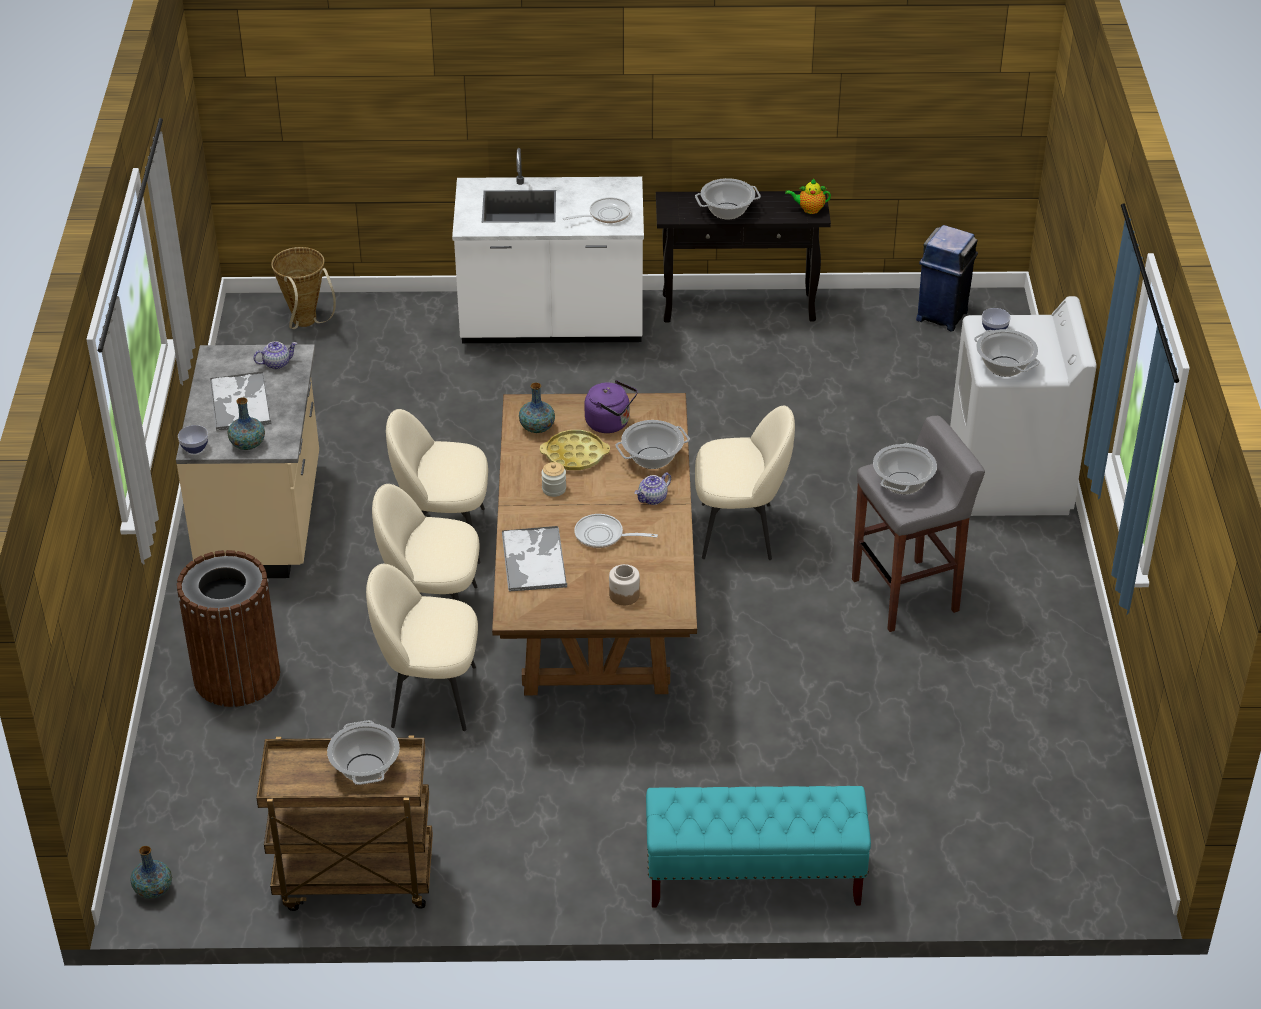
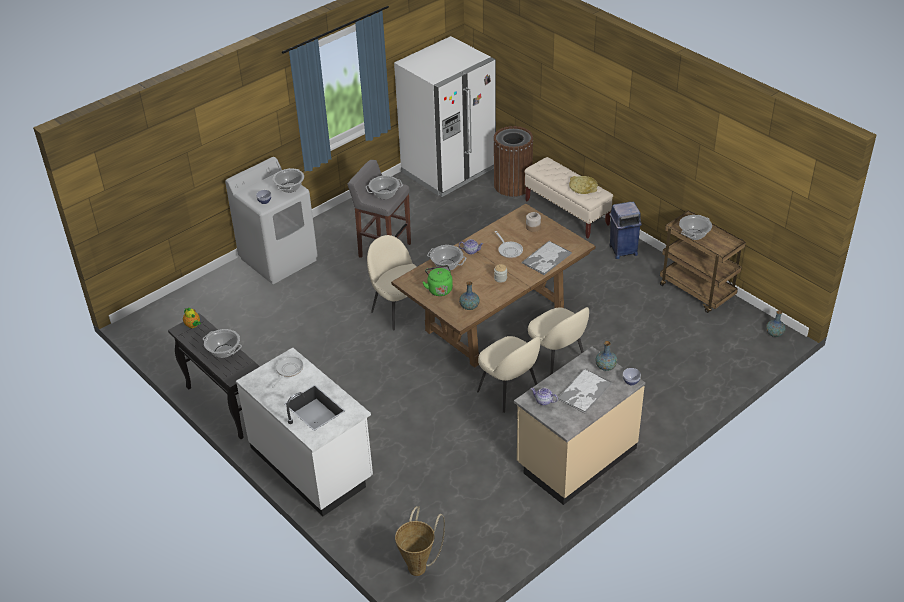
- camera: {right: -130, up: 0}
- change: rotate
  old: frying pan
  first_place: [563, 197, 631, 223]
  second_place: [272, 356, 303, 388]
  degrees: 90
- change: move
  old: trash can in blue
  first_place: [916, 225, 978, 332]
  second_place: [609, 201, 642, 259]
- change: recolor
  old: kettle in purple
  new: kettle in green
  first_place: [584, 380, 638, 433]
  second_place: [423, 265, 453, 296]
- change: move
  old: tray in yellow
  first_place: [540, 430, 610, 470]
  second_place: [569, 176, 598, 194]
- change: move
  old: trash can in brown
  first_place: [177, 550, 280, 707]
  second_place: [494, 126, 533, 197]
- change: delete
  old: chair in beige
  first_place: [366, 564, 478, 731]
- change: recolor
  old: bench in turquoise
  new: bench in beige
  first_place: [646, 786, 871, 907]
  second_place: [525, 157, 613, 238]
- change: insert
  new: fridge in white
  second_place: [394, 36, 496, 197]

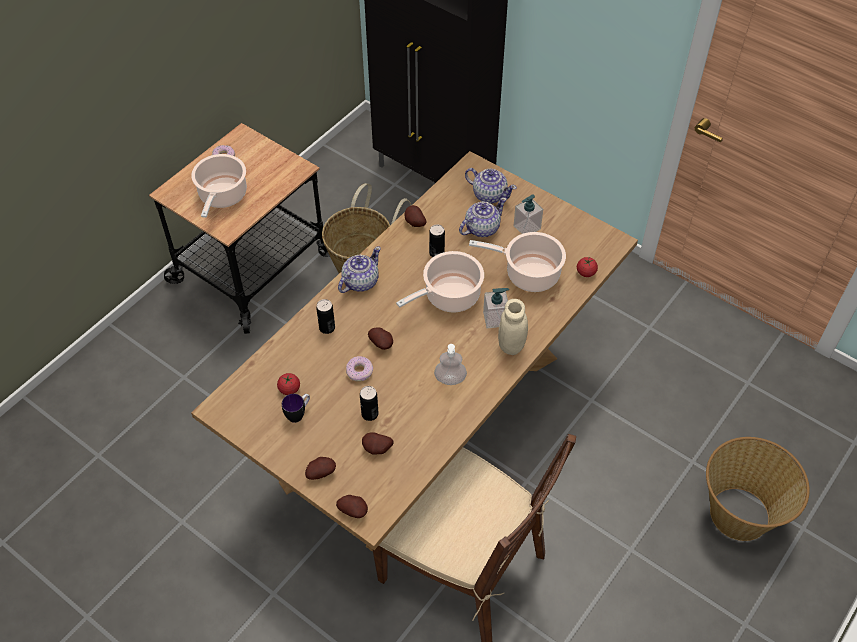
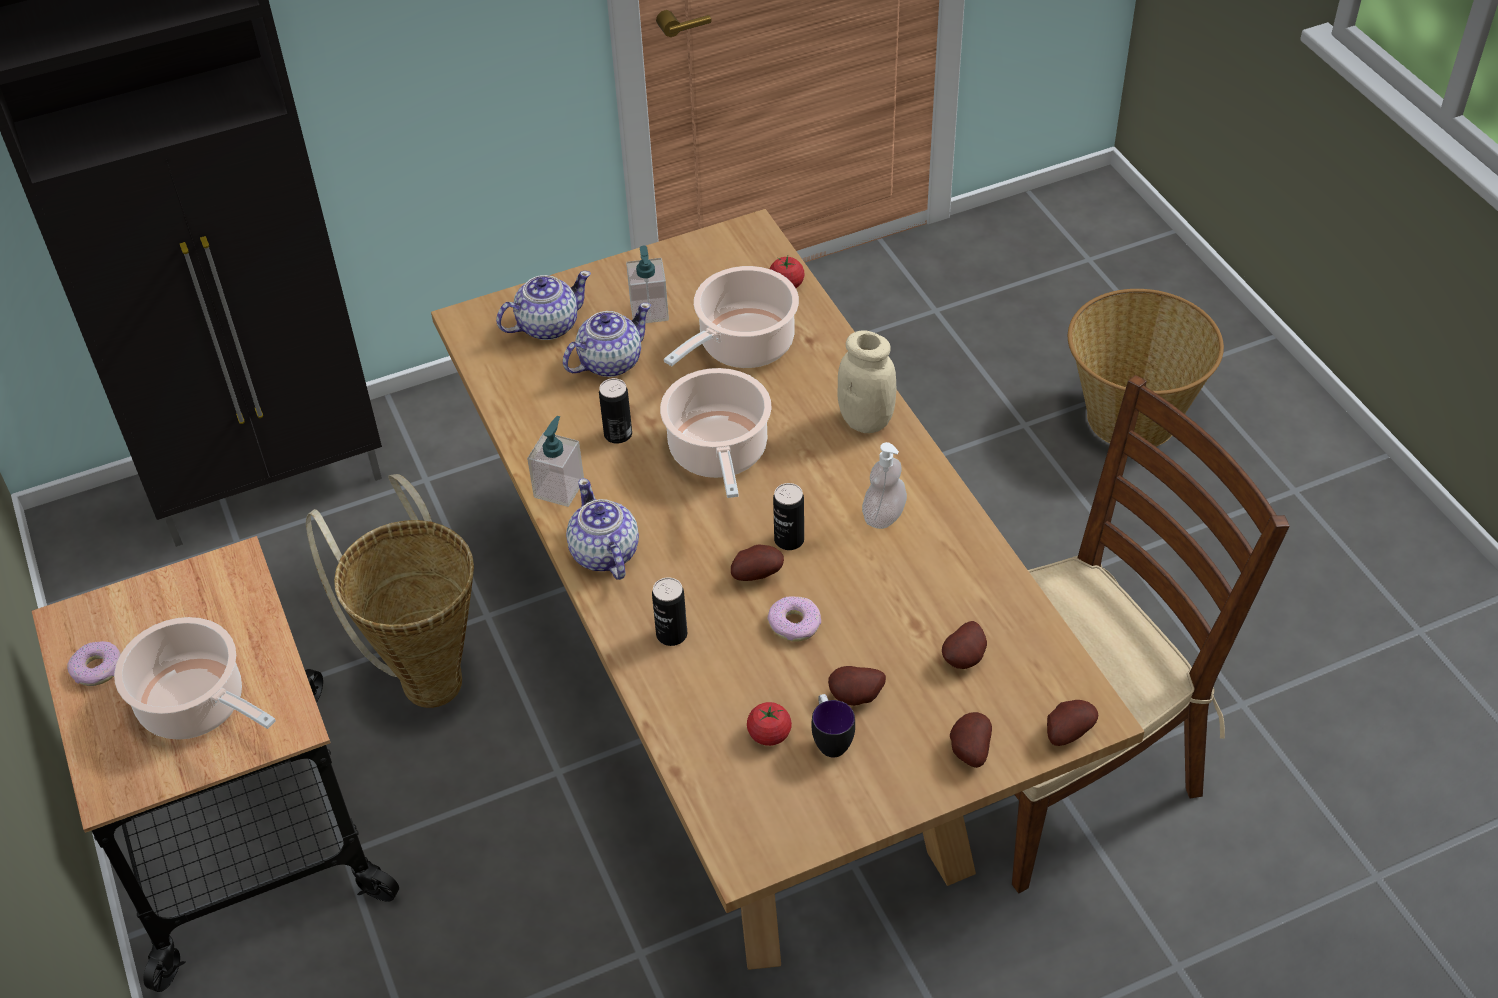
- camera: {right: -60, up: -5}
- change: rotate
  old: teapot
  first_place: [459, 197, 507, 237]
  second_place: [563, 303, 651, 377]
  degrees: 60
- change: move
  old: potato
  first_place: [405, 205, 426, 227]
  second_place: [828, 666, 886, 706]
- change: move
  old: soap dispenser
  first_place: [483, 288, 509, 328]
  second_place: [527, 416, 584, 507]
- change: move
  old: can
  first_place: [360, 386, 379, 421]
  second_place: [773, 483, 804, 550]

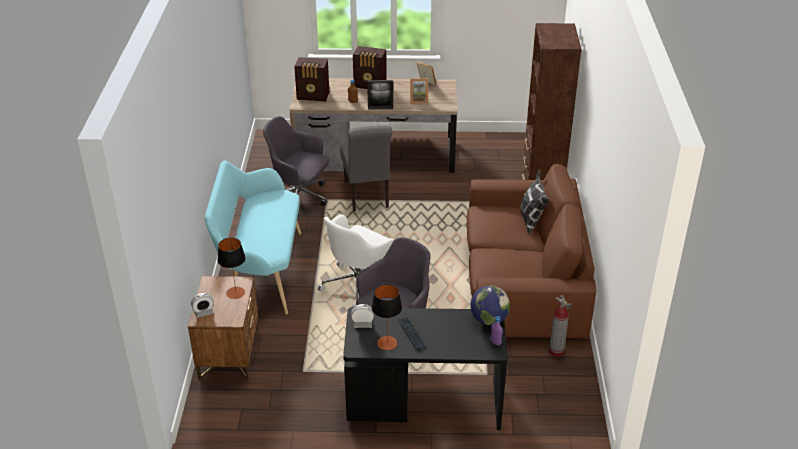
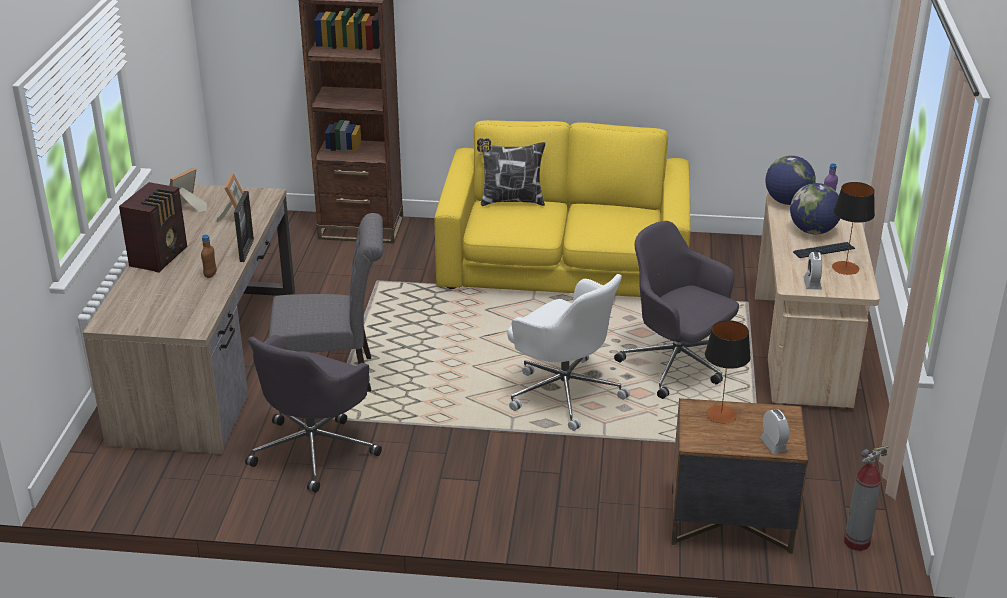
- camera: {right: -85, up: -5}
- change: delete
  old: radio
  first_place: [294, 57, 329, 102]
- change: delete
  old: bench in turquoise
  first_place: [205, 161, 302, 315]
- change: recolor
  old: sofa in brown
  new: sofa in yellow
  first_place: [467, 164, 596, 338]
  second_place: [434, 120, 690, 297]
- change: move
  old: fire extinguisher
  first_place: [549, 295, 572, 357]
  second_place: [844, 445, 888, 551]
- change: recolor
  old: desk in black
  new: desk in beige
  first_place: [343, 307, 508, 430]
  second_place: [755, 193, 880, 409]
- change: insert
  new: globe
  second_place: [790, 183, 840, 234]

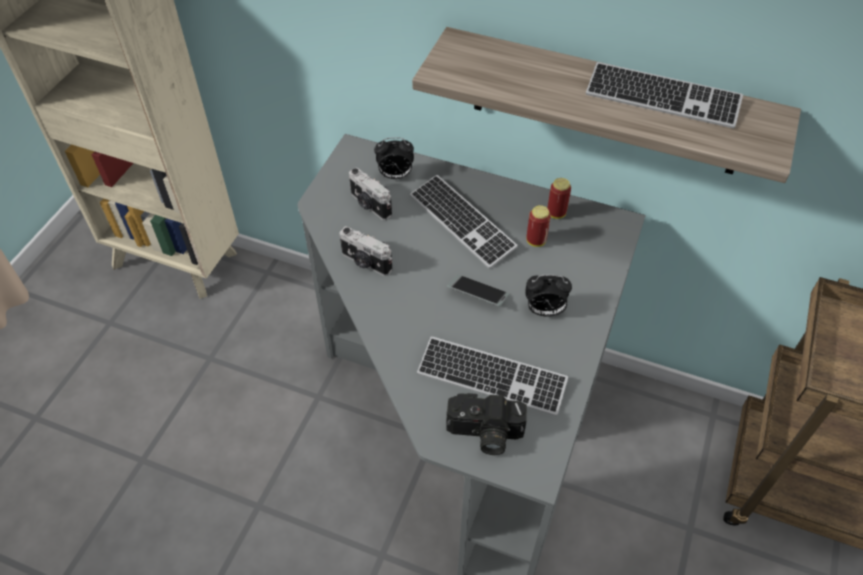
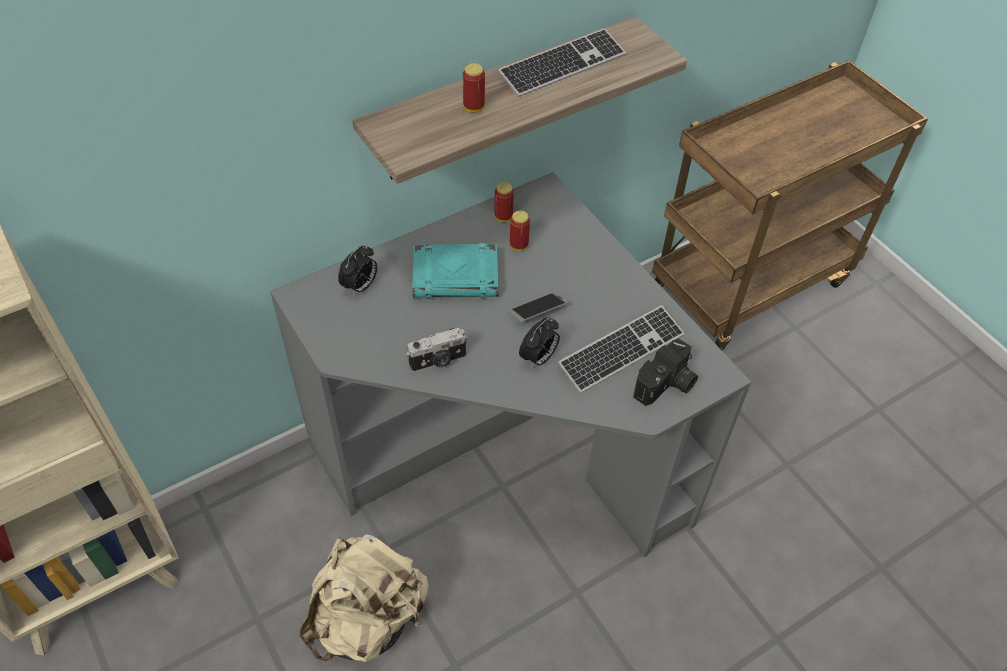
- camera: {right: -55, up: 0}
- change: delete
  old: photo camera
  first_place: [349, 168, 392, 220]
- change: replace
  old: keyboard
  new: book in turquoise
  first_place: [410, 175, 518, 269]
  second_place: [412, 243, 499, 299]
- change: move
  old: alarm clock
  first_place: [525, 275, 572, 316]
  second_place: [519, 318, 560, 368]
- change: insert
  new: can
  second_place: [463, 63, 485, 112]
- change: insert
  new: backpack in beige
  second_place: [300, 534, 429, 662]

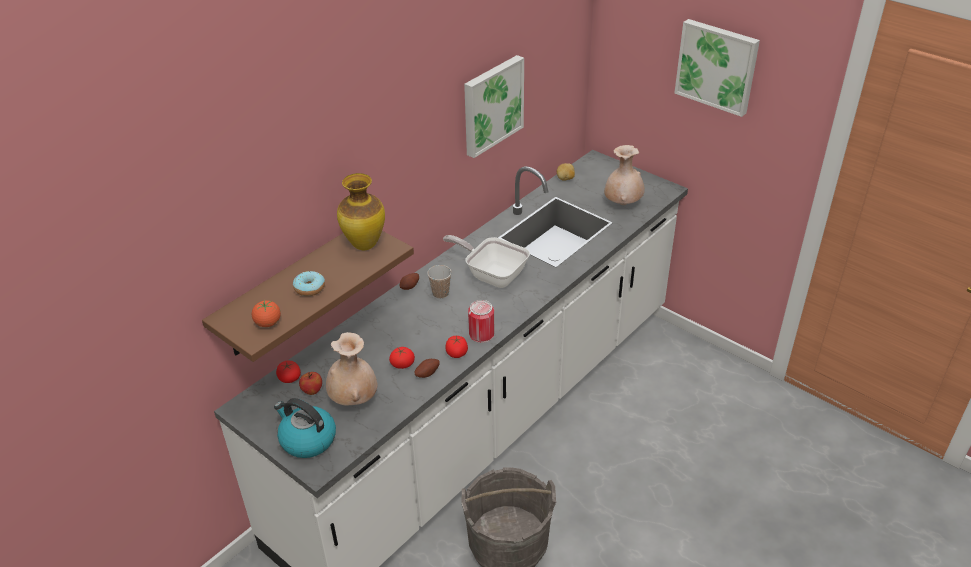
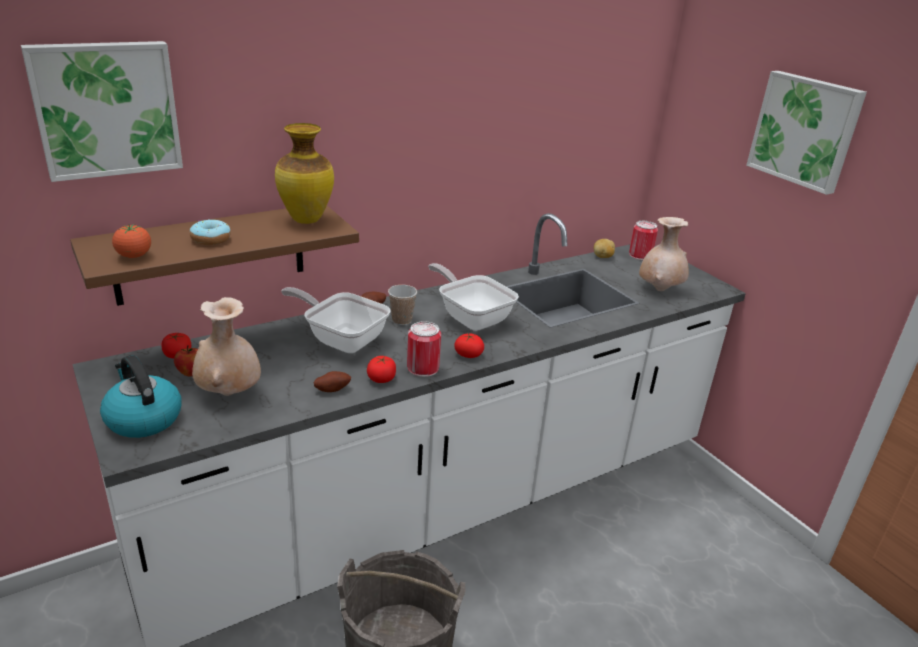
- camera: {right: 15, up: -10}
- change: move
  old: picture
  first_place: [464, 55, 524, 158]
  second_place: [21, 41, 183, 182]
- change: move
  old: tomato
  first_place: [389, 347, 415, 369]
  second_place: [454, 333, 484, 358]
- change: insert
  new: can
  second_place: [629, 221, 658, 260]
- change: insert
  new: frying pan
  second_place: [281, 287, 391, 353]

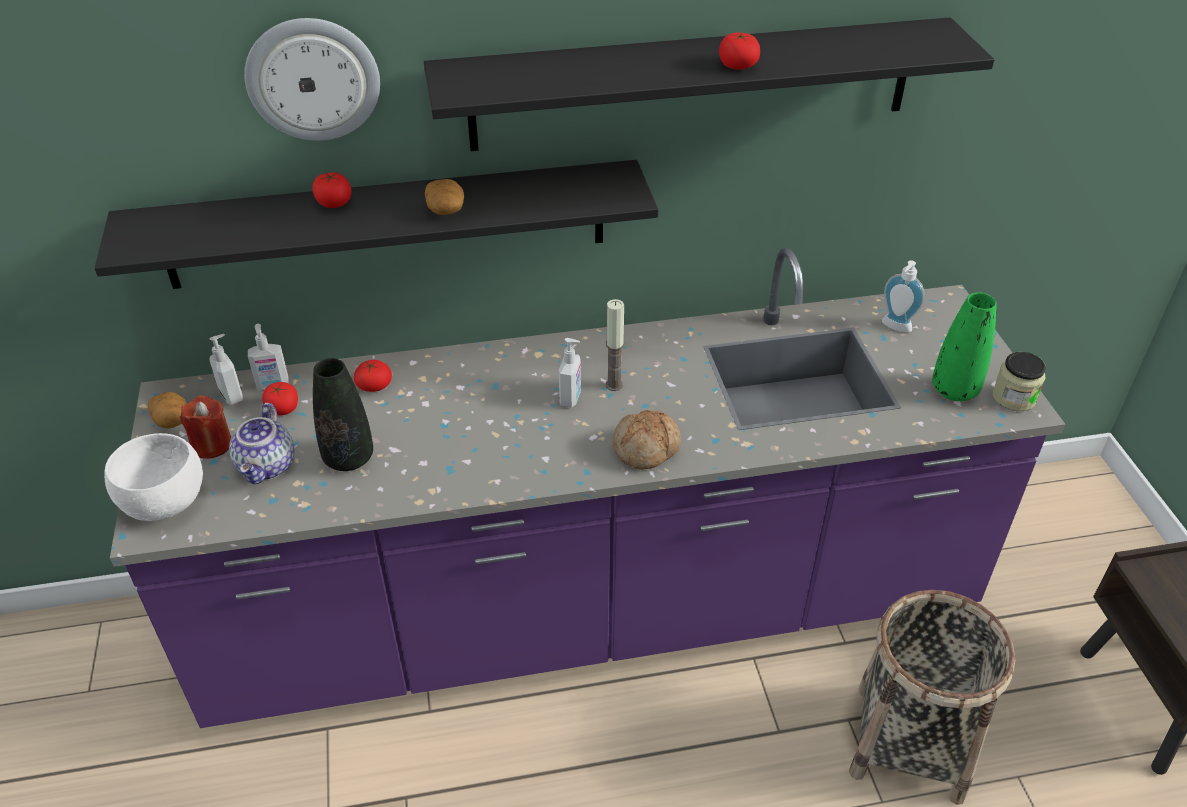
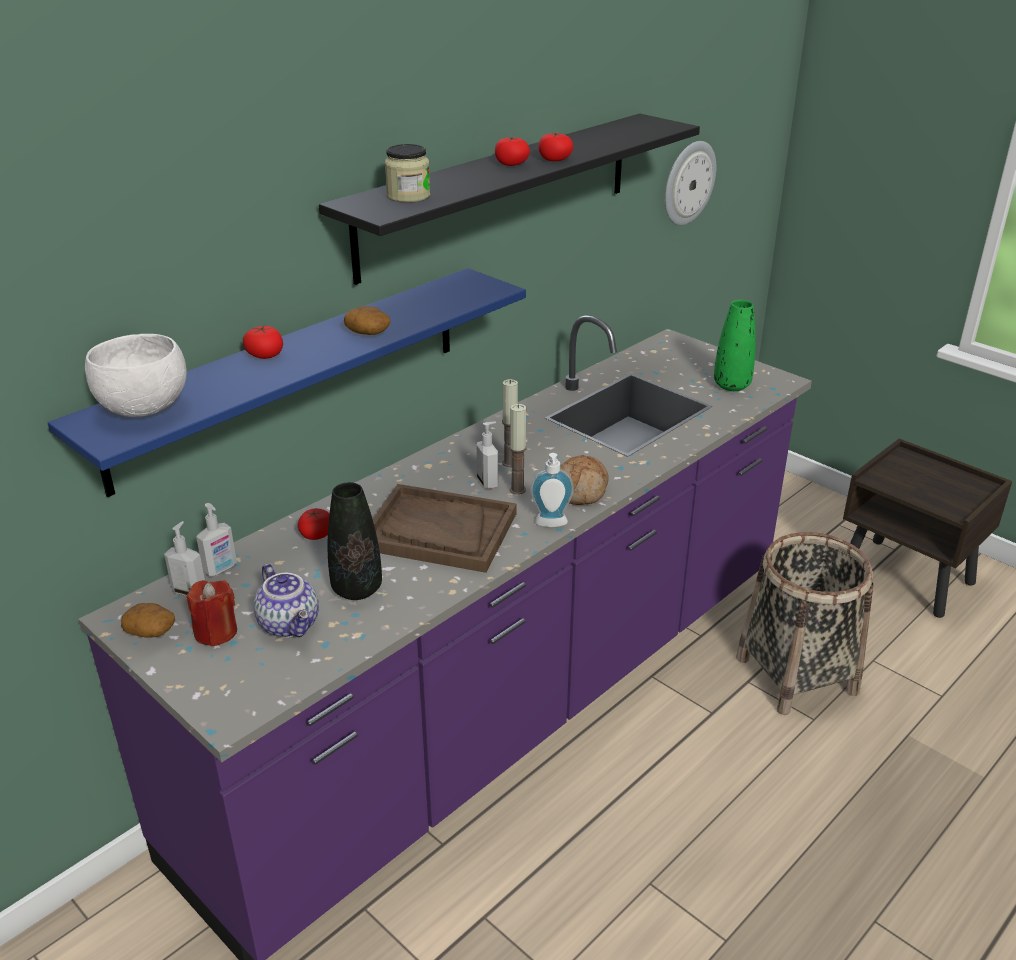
- camera: {right: -35, up: -10}
- change: move
  old: wall clock
  first_place: [244, 18, 380, 141]
  second_place: [665, 141, 716, 226]
- change: recolor
  old: shelf in black
  new: shelf in blue
  first_place: [94, 160, 658, 289]
  second_place: [48, 268, 526, 497]
- change: move
  old: soap dispenser
  first_place: [882, 260, 925, 332]
  second_place: [531, 453, 574, 527]
- change: move
  old: jar
  first_place: [993, 352, 1046, 411]
  second_place: [385, 144, 430, 203]
- change: move
  old: tomato
  first_place: [262, 382, 298, 416]
  second_place: [495, 137, 530, 166]
- change: move
  old: bowl in white
  first_place: [104, 433, 203, 521]
  second_place: [85, 334, 187, 417]
- change: insert
  new: candle
  second_place: [509, 404, 527, 495]
- change: insert
  new: tray in brown
  second_place: [373, 484, 517, 573]

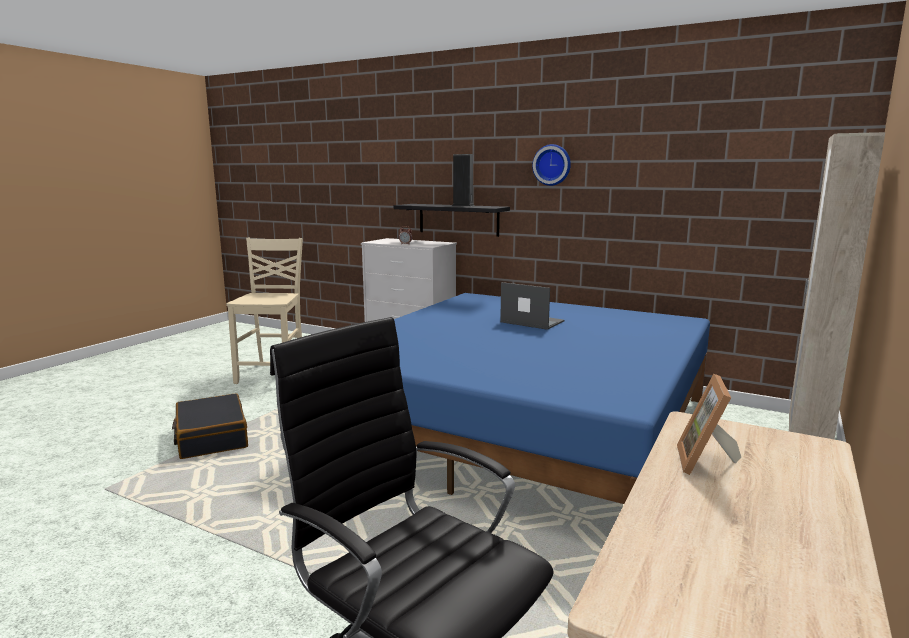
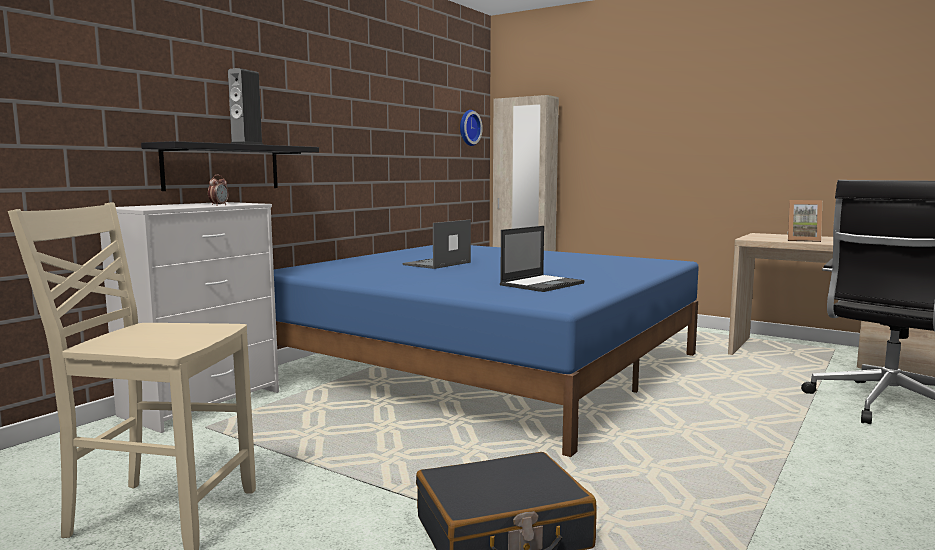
- camera: {right: -85, up: -5}
- change: move
  old: wall clock
  first_place: [532, 144, 571, 186]
  second_place: [460, 110, 483, 146]
- change: insert
  new: laptop
  second_place: [500, 226, 584, 292]

